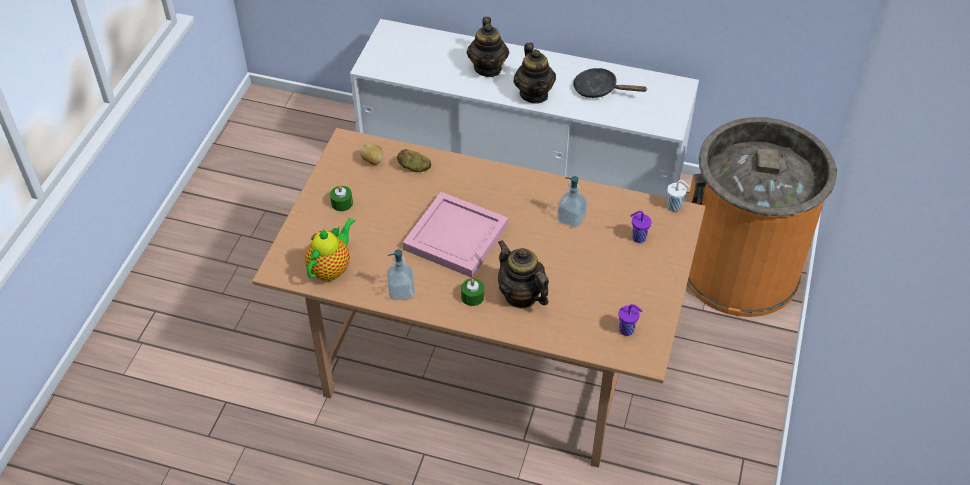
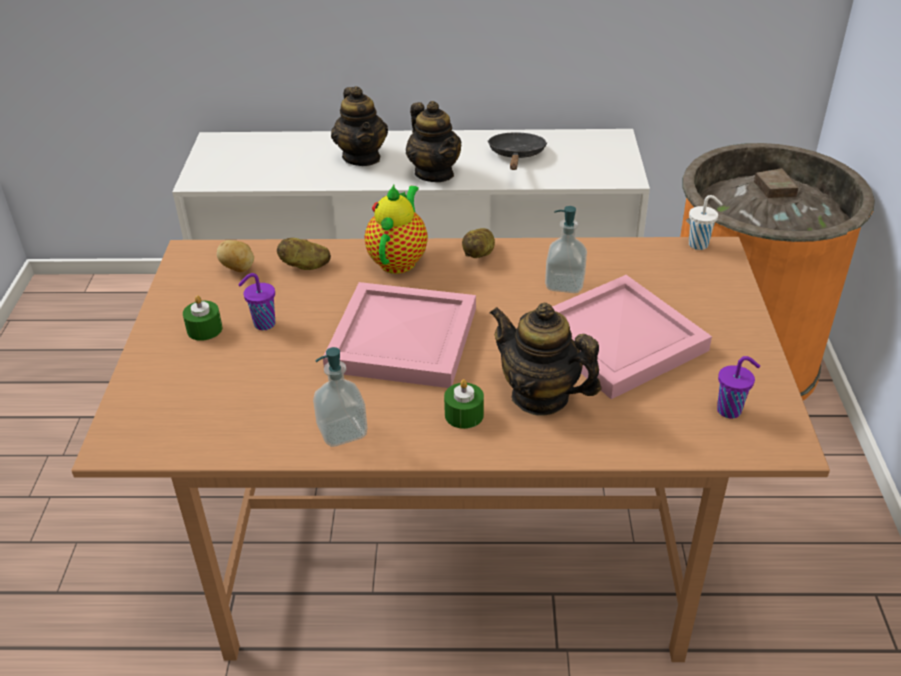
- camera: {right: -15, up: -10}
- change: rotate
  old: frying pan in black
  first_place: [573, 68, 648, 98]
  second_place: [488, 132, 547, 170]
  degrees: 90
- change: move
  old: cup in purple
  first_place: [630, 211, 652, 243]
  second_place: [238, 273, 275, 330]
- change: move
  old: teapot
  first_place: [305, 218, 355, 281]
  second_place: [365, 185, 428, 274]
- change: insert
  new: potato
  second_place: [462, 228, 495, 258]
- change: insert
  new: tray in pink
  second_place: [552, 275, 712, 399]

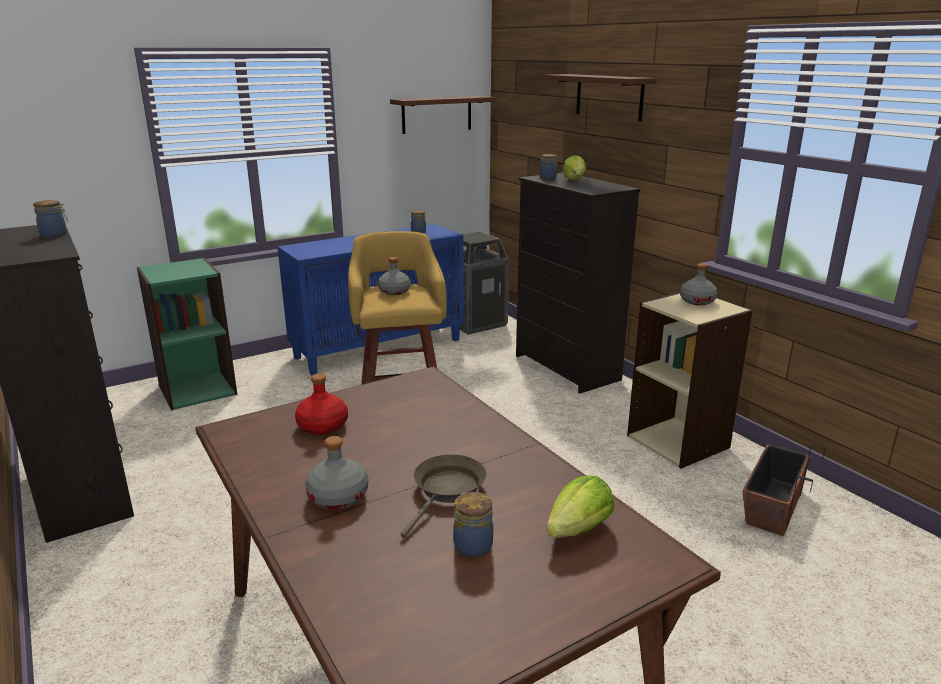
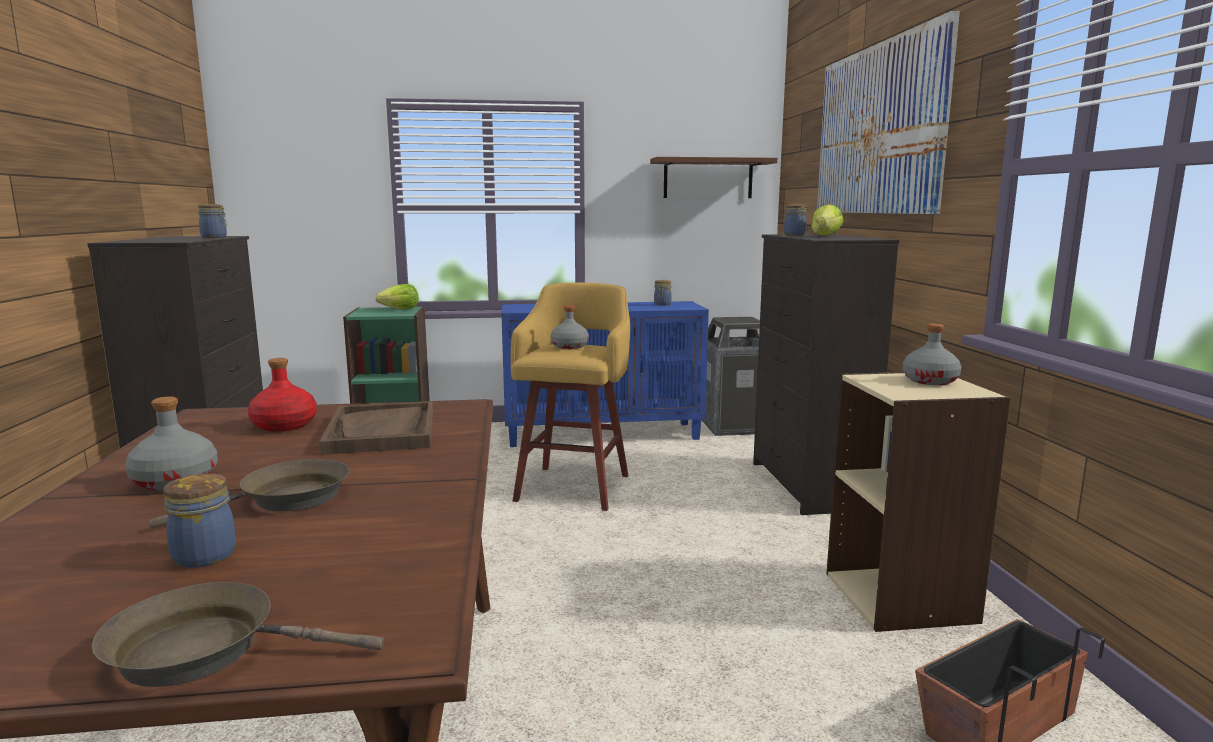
- camera: {right: 25, up: -10}
- change: replace
  old: shelf in brown
  new: picture
  first_place: [545, 74, 657, 121]
  second_place: [817, 11, 960, 214]
- change: move
  old: lettuce
  first_place: [546, 476, 614, 538]
  second_place: [375, 284, 418, 309]
- change: insert
  new: tray in brown
  second_place: [319, 401, 433, 455]
- change: insert
  new: frying pan in brown
  second_place: [92, 582, 384, 687]

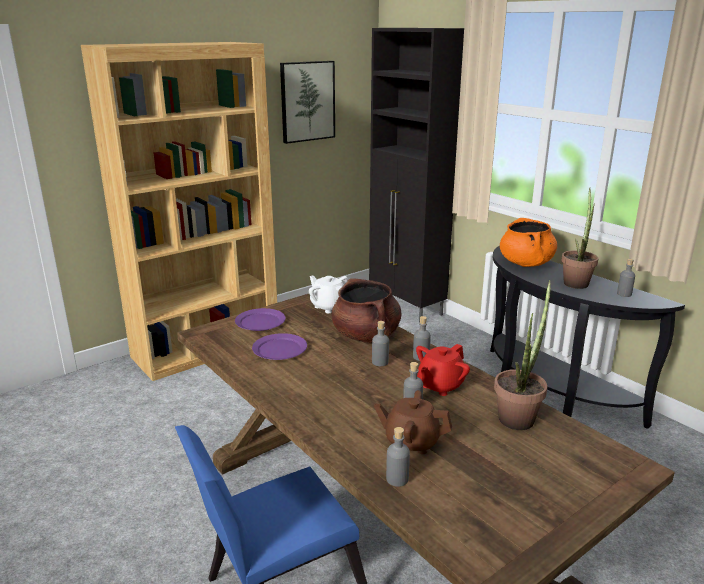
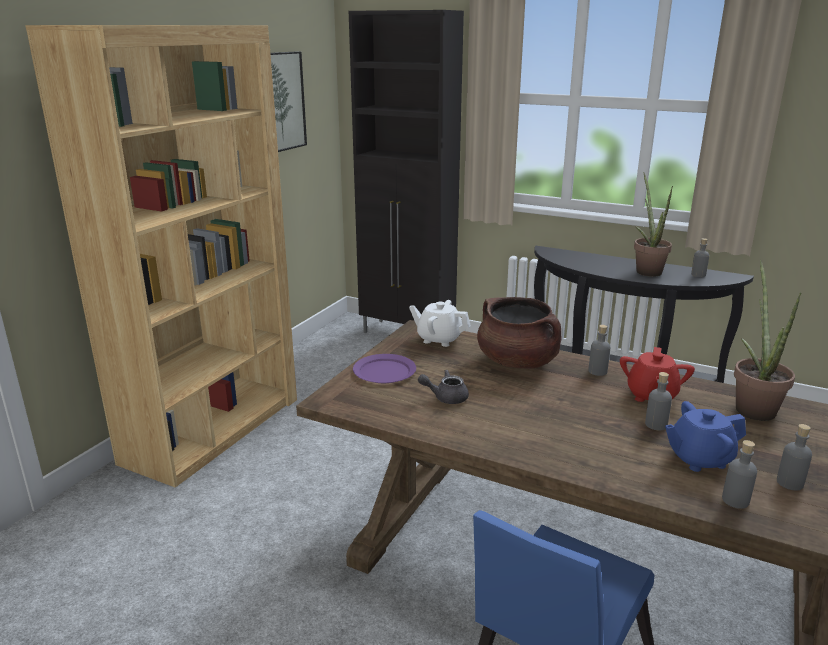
- camera: {right: -25, up: 0}
- change: delete
  old: cooking pot in orange
  first_place: [500, 218, 557, 267]
- change: move
  old: bottle in grey
  first_place: [372, 321, 389, 366]
  second_place: [777, 424, 812, 490]
- change: replace
  old: plate in purple
  new: teapot in grey
  first_place: [252, 333, 307, 360]
  second_place: [418, 370, 469, 404]
- change: recolor
  old: teapot in brown
  new: teapot in blue
  first_place: [374, 390, 452, 454]
  second_place: [665, 401, 746, 472]

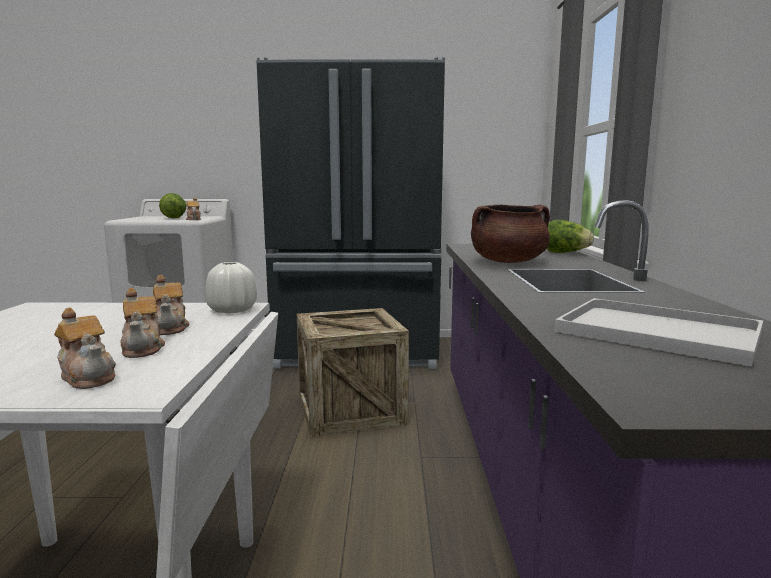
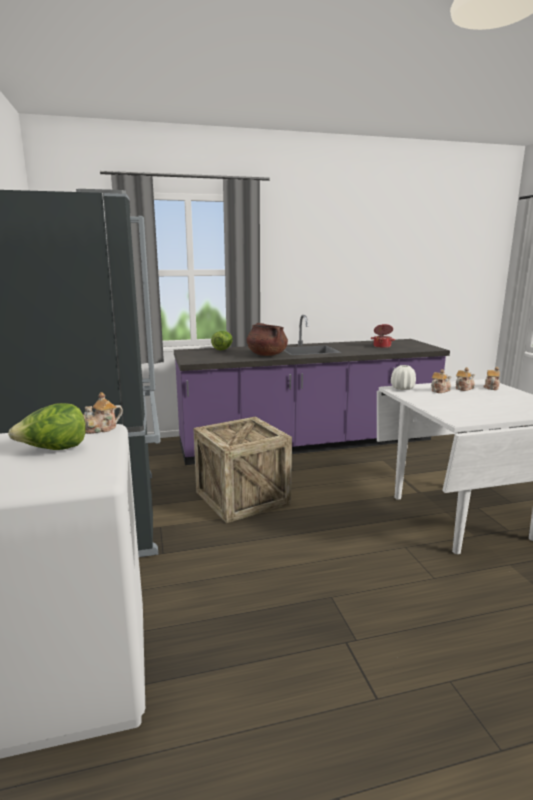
- camera: {right: -105, up: 5}
- change: replace
  old: tray in white
  new: cooking pot
  first_place: [554, 298, 763, 367]
  second_place: [371, 324, 395, 348]

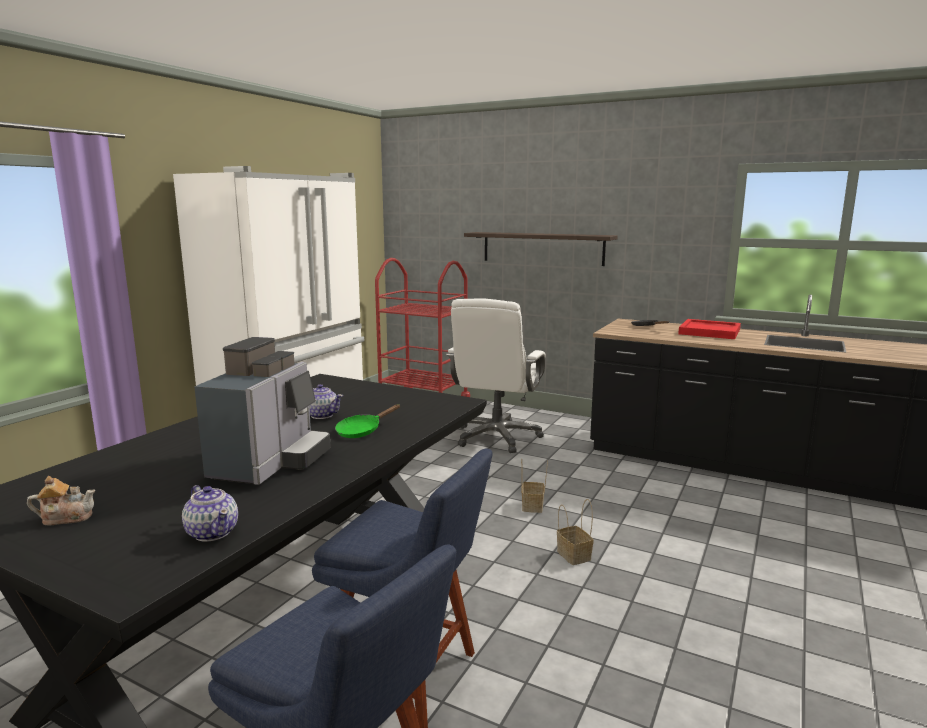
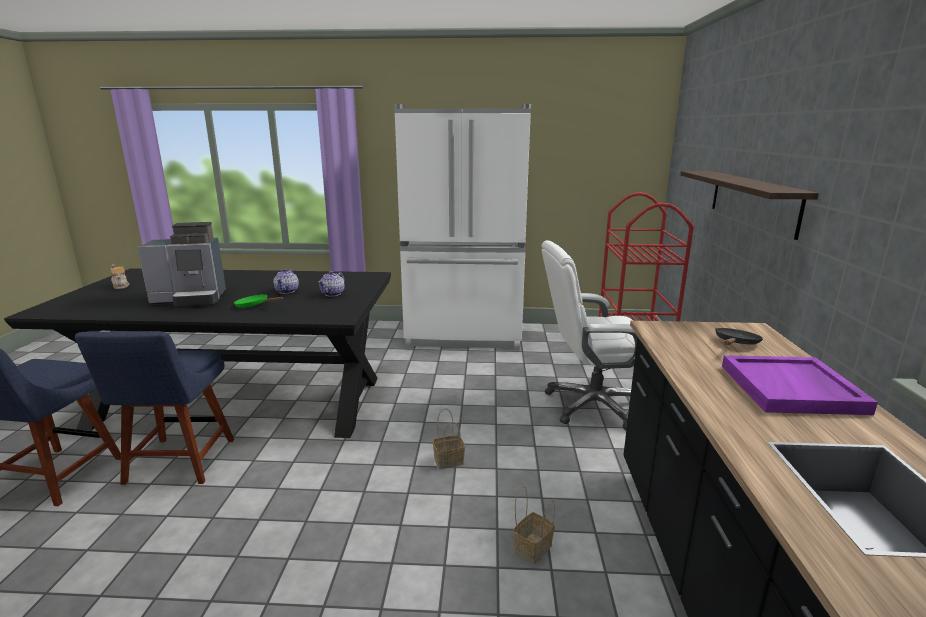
- camera: {right: 65, up: 5}
- change: recolor
  old: tray in red
  new: tray in purple
  first_place: [678, 319, 741, 339]
  second_place: [722, 355, 878, 415]
- change: move
  old: teapot
  first_place: [182, 485, 238, 542]
  second_place: [318, 271, 345, 297]
- change: move
  old: basket
  first_place: [557, 499, 594, 565]
  second_place: [513, 485, 555, 564]

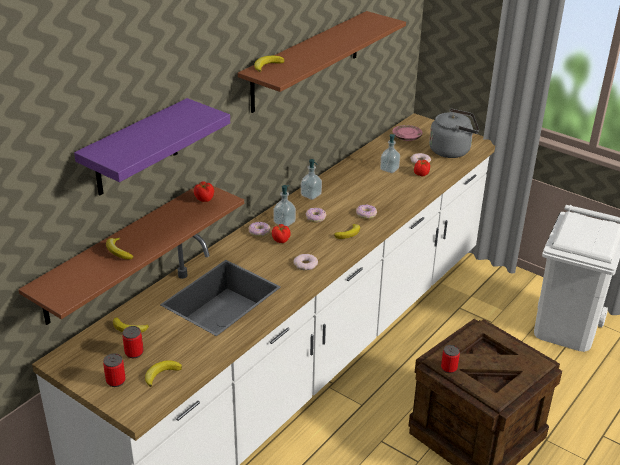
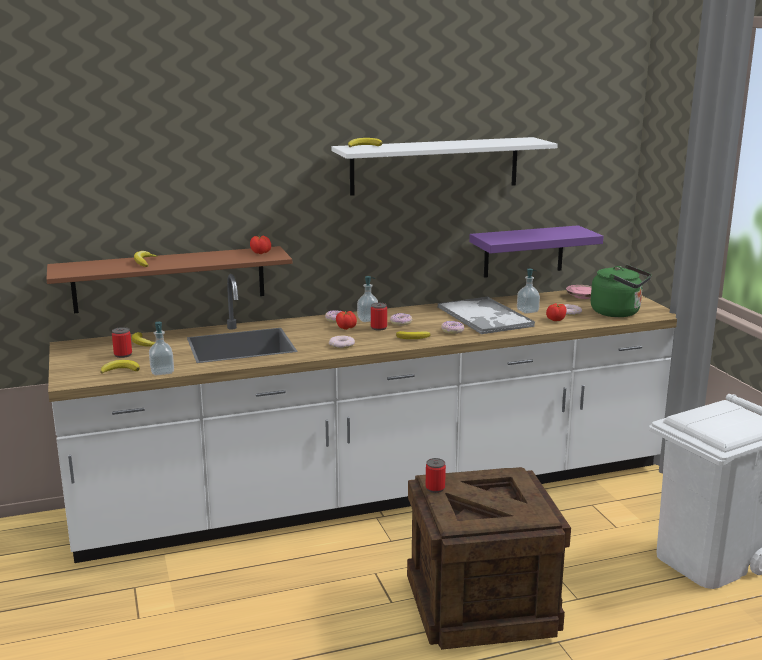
- camera: {right: 35, up: -15}
- change: recolor
  old: shelf in brown
  new: shelf in white
  first_place: [238, 11, 406, 113]
  second_place: [331, 137, 558, 196]
- change: move
  old: shelf in purple
  first_place: [74, 98, 230, 195]
  second_place: [469, 225, 604, 278]
- change: recolor
  old: kettle in grey
  new: kettle in green
  first_place: [429, 109, 479, 158]
  second_place: [591, 264, 652, 317]
- change: move
  old: soap dispenser
  first_place: [301, 159, 322, 200]
  second_place: [149, 322, 174, 376]
- change: move
  old: can
  first_place: [103, 353, 126, 387]
  second_place: [371, 303, 387, 331]
- change: insert
  new: tray
  second_place: [438, 296, 535, 334]

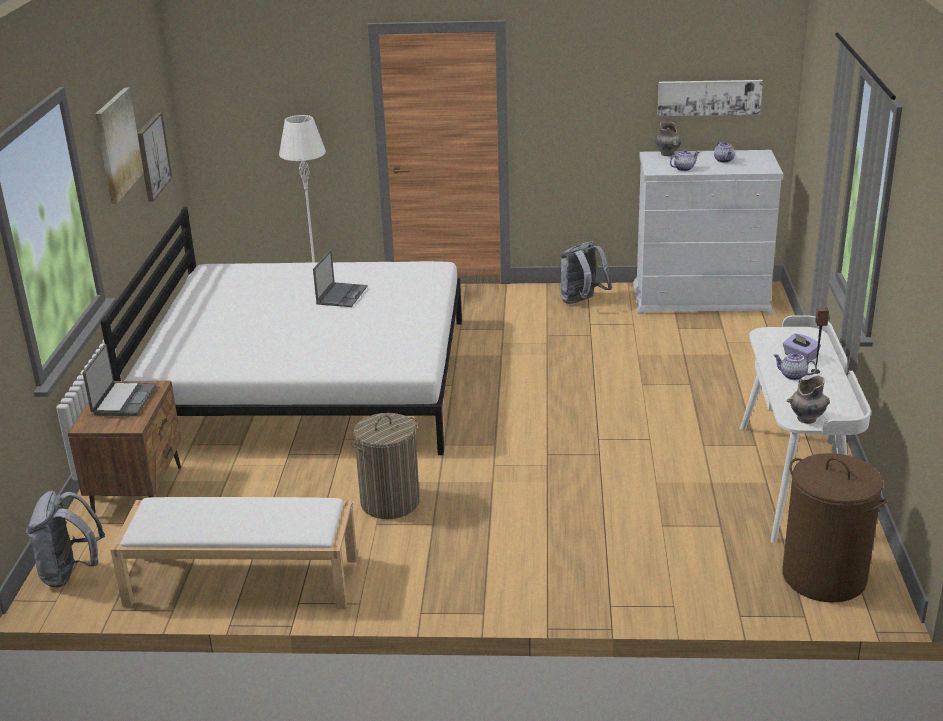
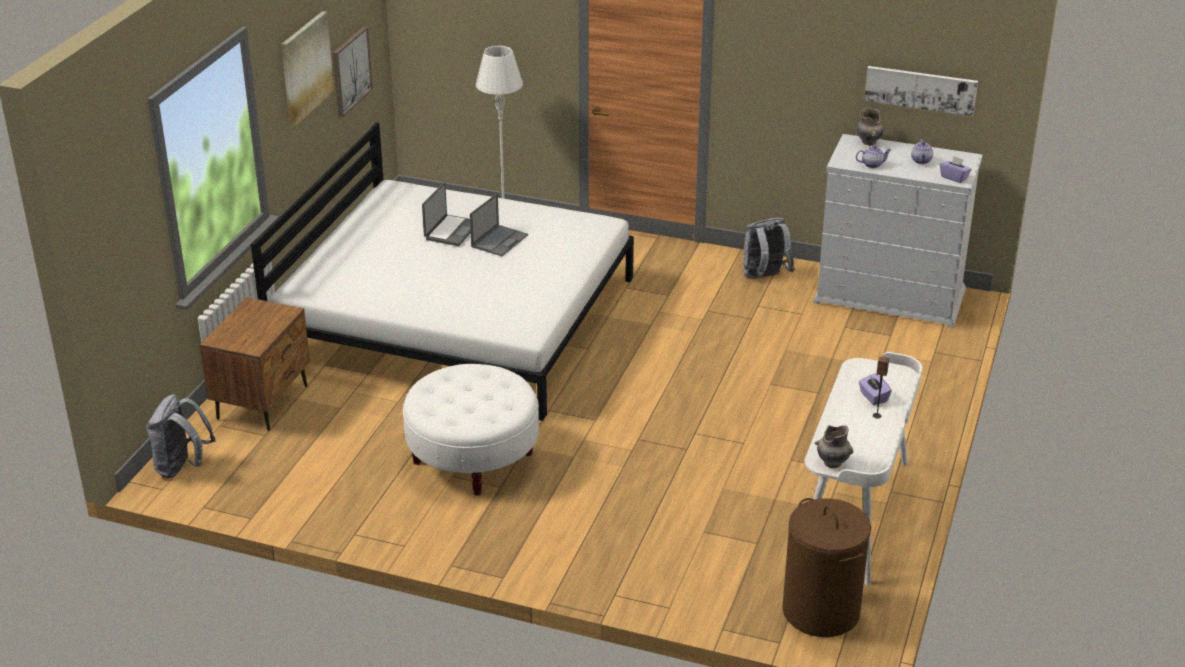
- camera: {right: 15, up: 5}
- change: move
  old: laptop
  first_place: [83, 344, 156, 416]
  second_place: [422, 183, 471, 246]
- change: delete
  old: teapot
  first_place: [774, 352, 817, 380]
- change: replace
  old: laundry basket
  new: ottoman in white
  first_place: [351, 413, 420, 519]
  second_place: [403, 364, 539, 496]
- change: delete
  old: bench in white
  first_place: [110, 497, 357, 609]
- change: insert
  new: tissue box in purple
  second_place: [940, 156, 972, 183]

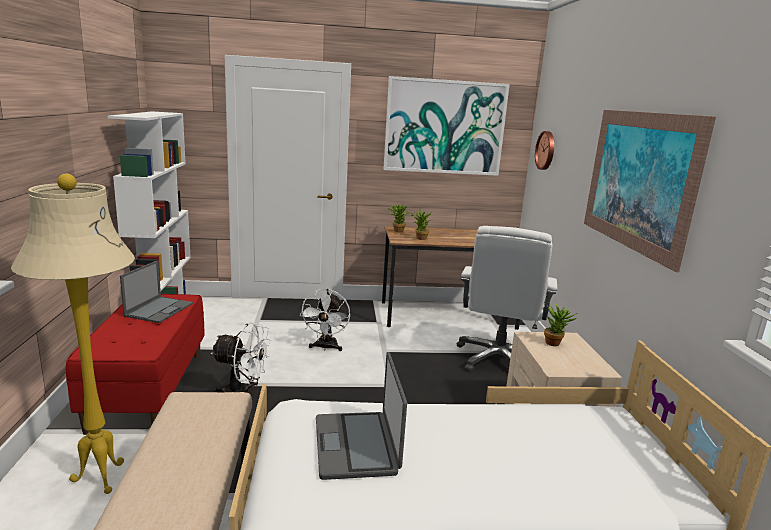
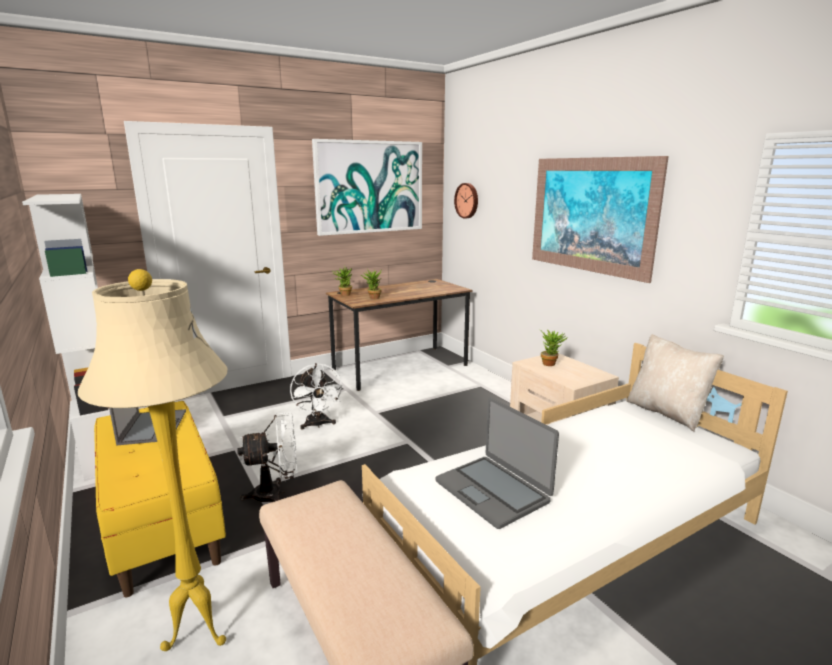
- camera: {right: -25, up: 0}
- change: delete
  old: office chair in white
  first_place: [457, 226, 557, 372]
- change: recolor
  old: bench in red
  new: bench in yellow
  first_place: [66, 294, 205, 435]
  second_place: [94, 401, 226, 597]
- change: insert
  new: pillow in beige
  second_place: [627, 334, 724, 432]

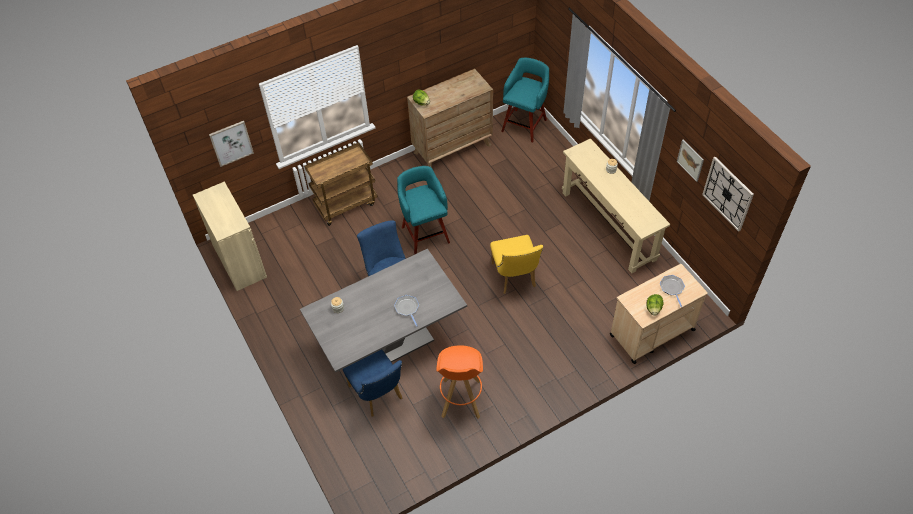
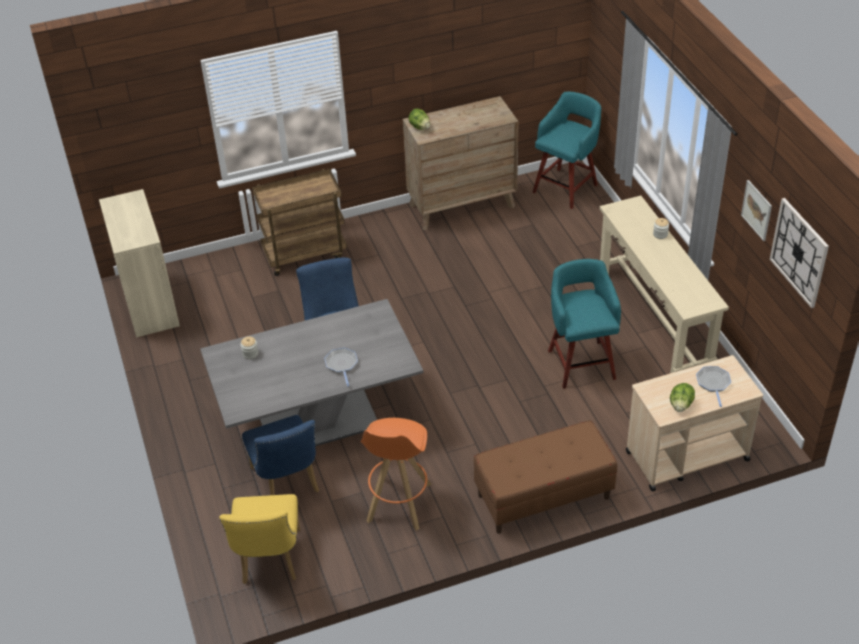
- camera: {right: 10, up: -10}
- change: delete
  old: picture
  first_place: [209, 121, 254, 167]
- change: move
  old: stool in turquoise
  first_place: [397, 166, 450, 254]
  second_place: [548, 259, 621, 389]
- change: move
  old: chair in yellow
  first_place: [490, 235, 543, 294]
  second_place: [219, 494, 300, 584]
- change: insert
  new: bench in brown
  second_place: [474, 420, 617, 534]

